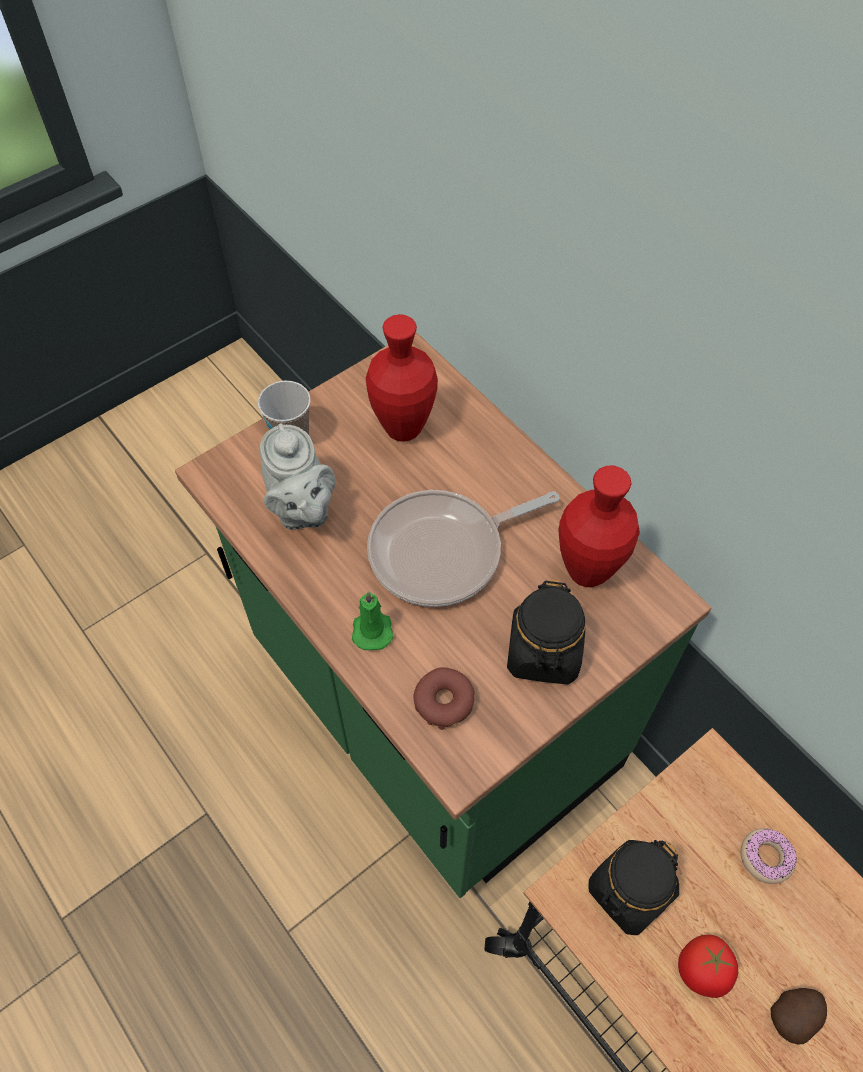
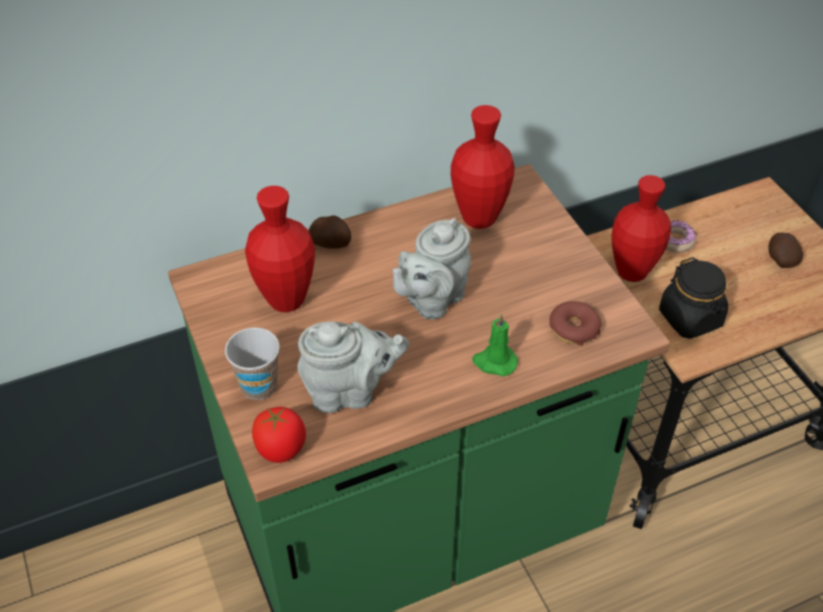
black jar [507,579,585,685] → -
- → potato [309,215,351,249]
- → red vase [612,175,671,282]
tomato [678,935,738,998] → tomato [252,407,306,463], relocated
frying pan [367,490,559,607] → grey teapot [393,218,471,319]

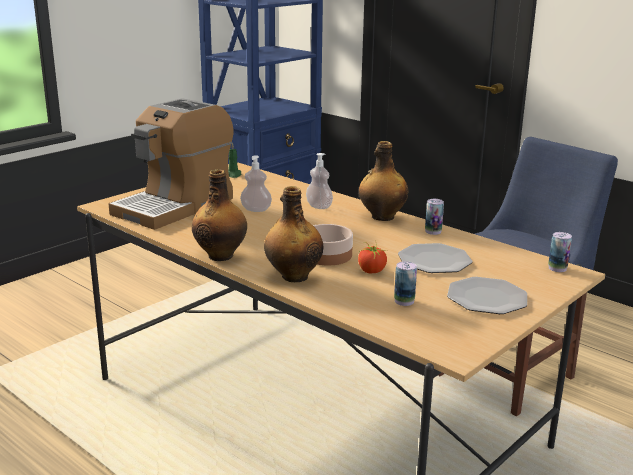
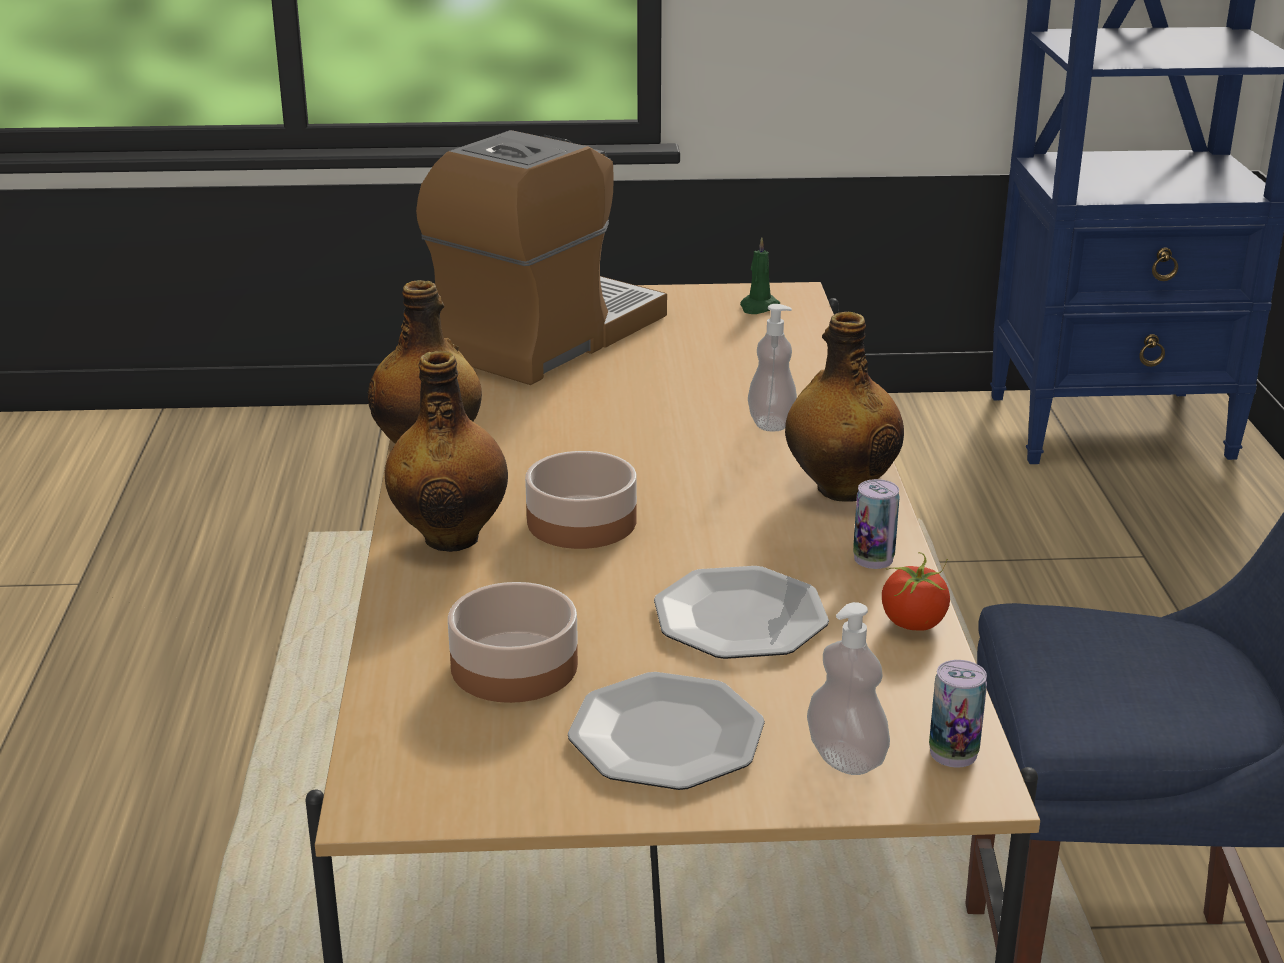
soap dispenser [240,155,272,212] → soap dispenser [807,602,890,775], relocated
tomato [358,241,387,273] → tomato [882,552,950,631], relocated
can [394,261,417,306] → bowl [448,582,578,703]
coffee machine [109,98,233,230] → coffee machine [416,130,667,385], 135 degrees clockwise

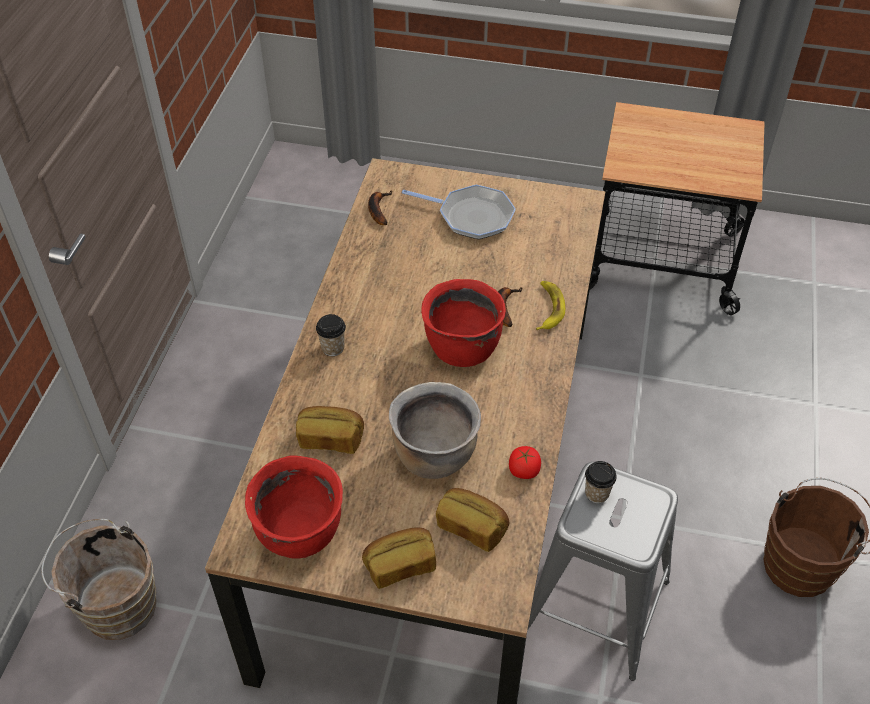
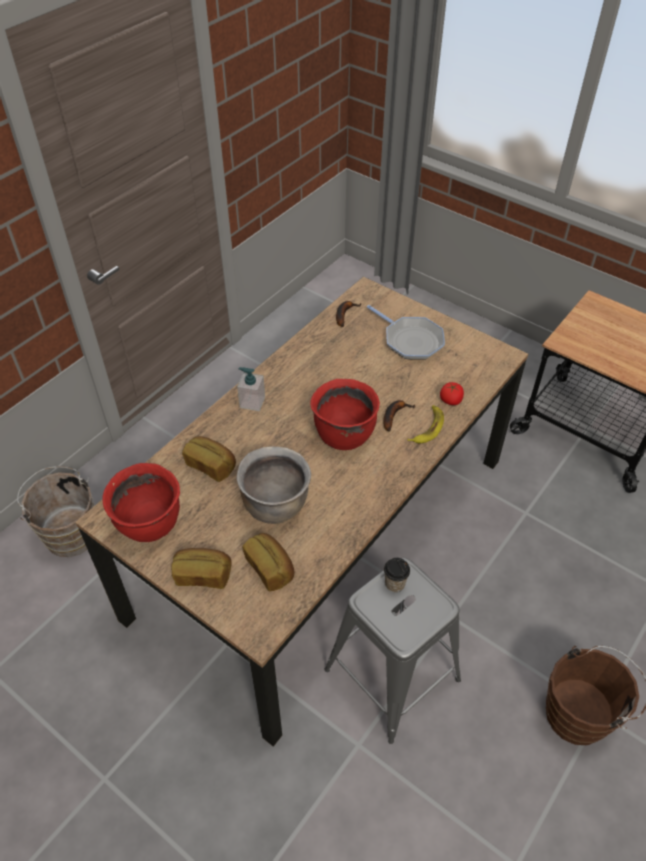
tomato [509,446,541,479] → tomato [440,382,464,405], relocated
cup [316,314,346,356] → soap dispenser [237,367,265,411]

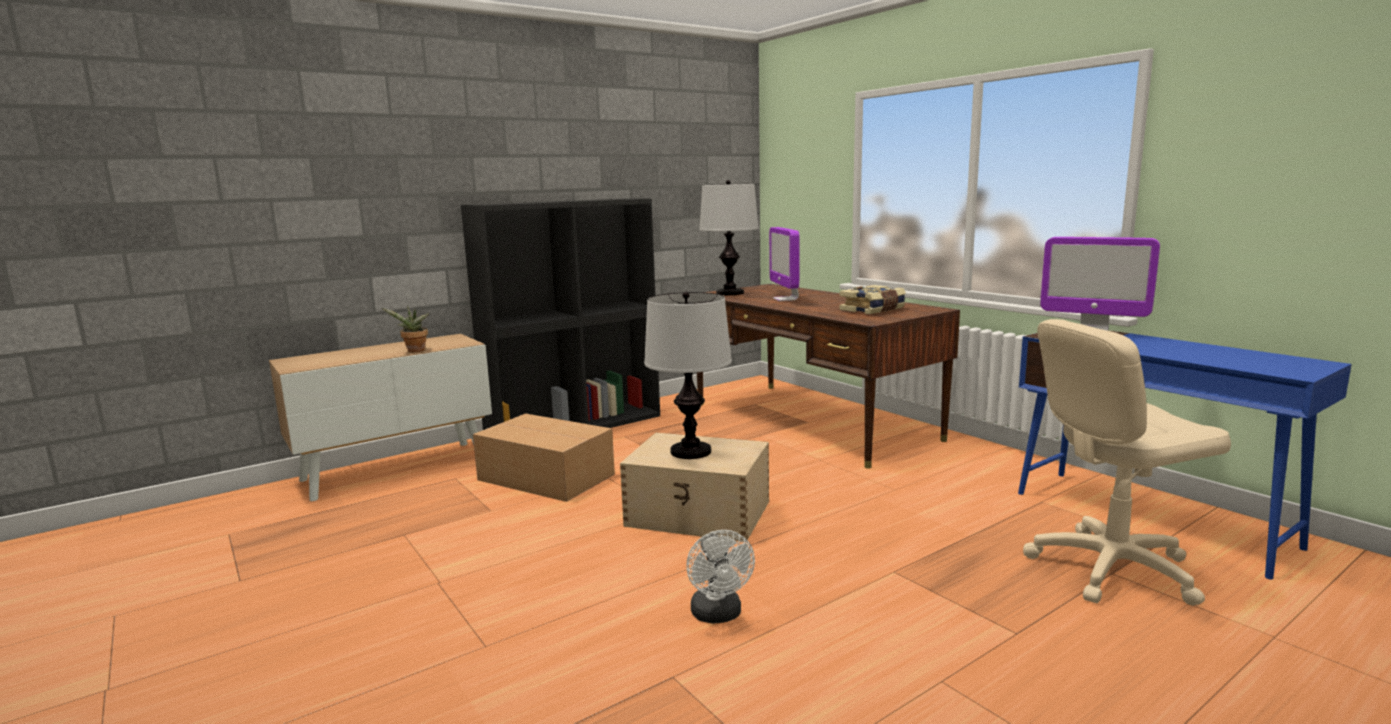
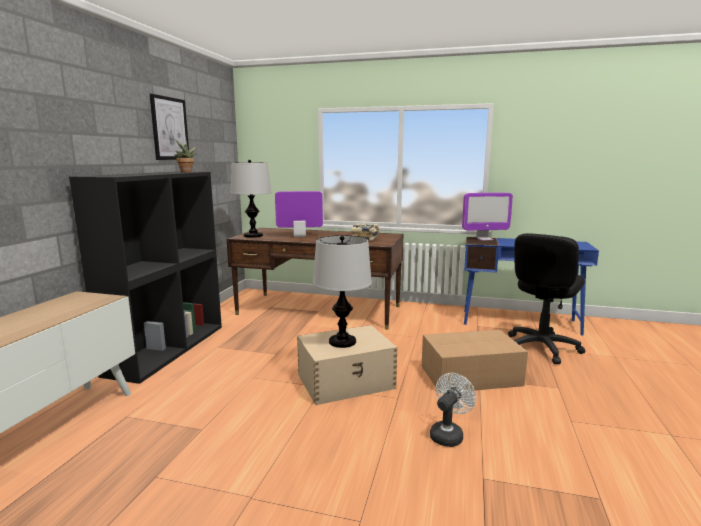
- → picture [150,94,189,160]
potted plant [382,305,429,352] → potted plant [174,140,198,172], relocated
cardboard box [473,413,615,502] → cardboard box [422,330,528,393], relocated
beige office chair [1023,319,1231,606] → black office chair [508,233,585,364]
white fan [686,530,755,624] → white fan [430,373,476,447], 90 degrees counterclockwise
monitor [769,227,800,301] → monitor [275,191,323,237], 135 degrees clockwise

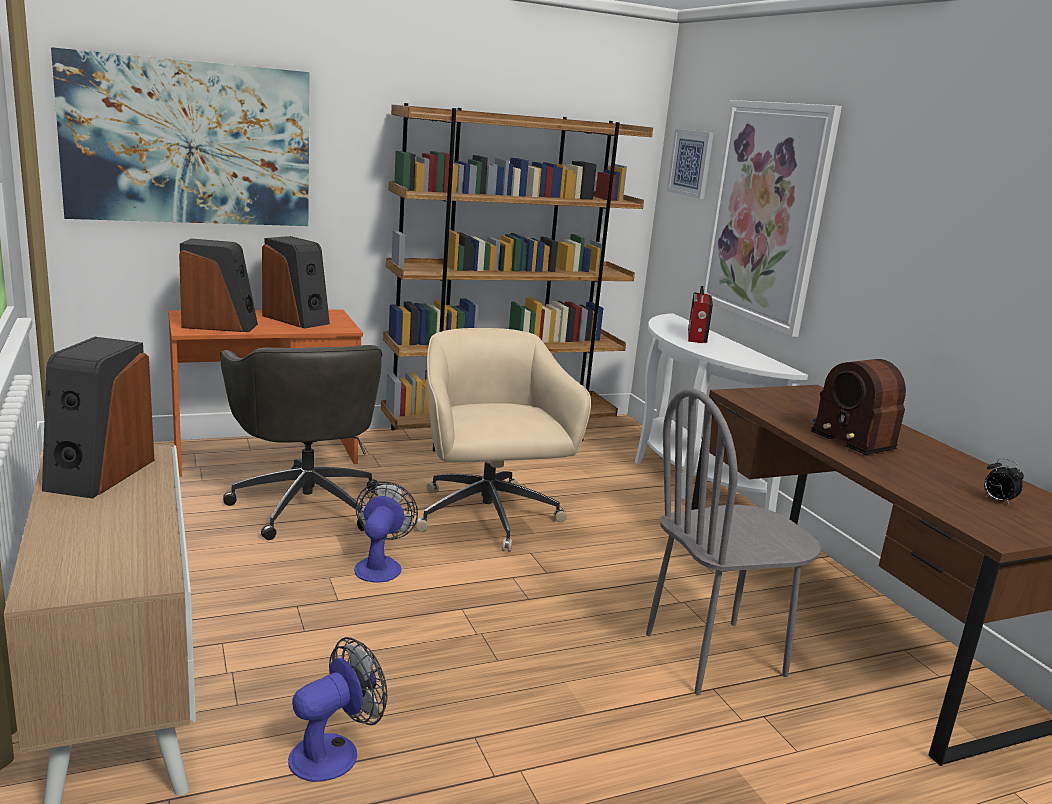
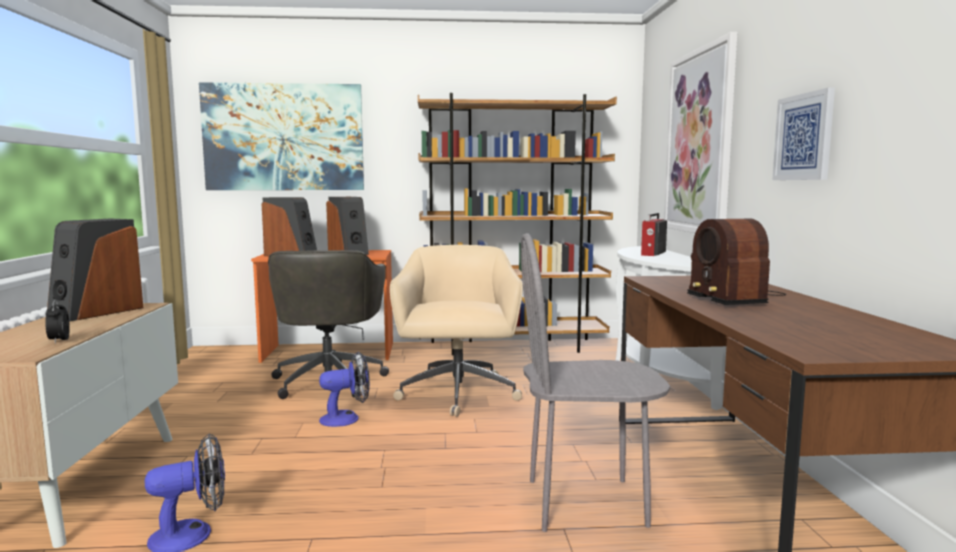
picture [667,129,714,199] → picture [772,88,835,180], relocated
alarm clock [984,458,1024,506] → alarm clock [45,300,70,344], relocated
fan [354,481,418,583] → fan [319,352,370,427], 45 degrees clockwise

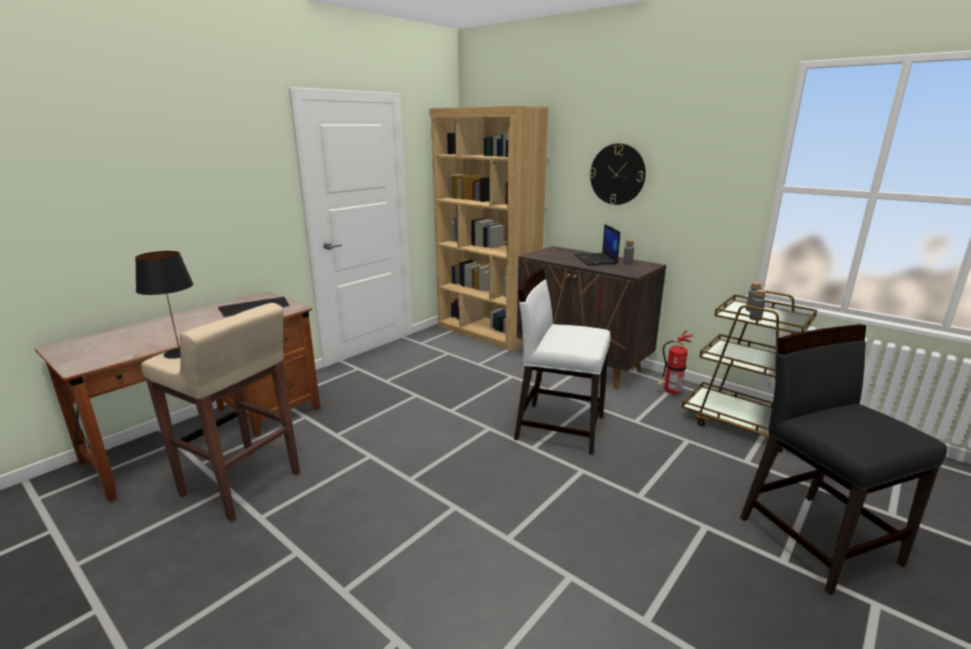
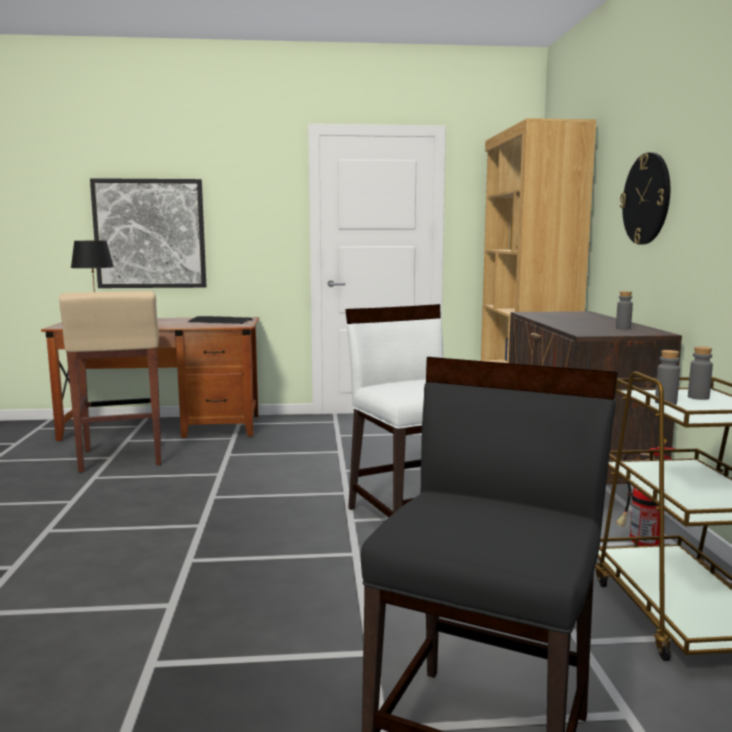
laptop [574,224,620,265] → -
- → picture [90,178,206,288]

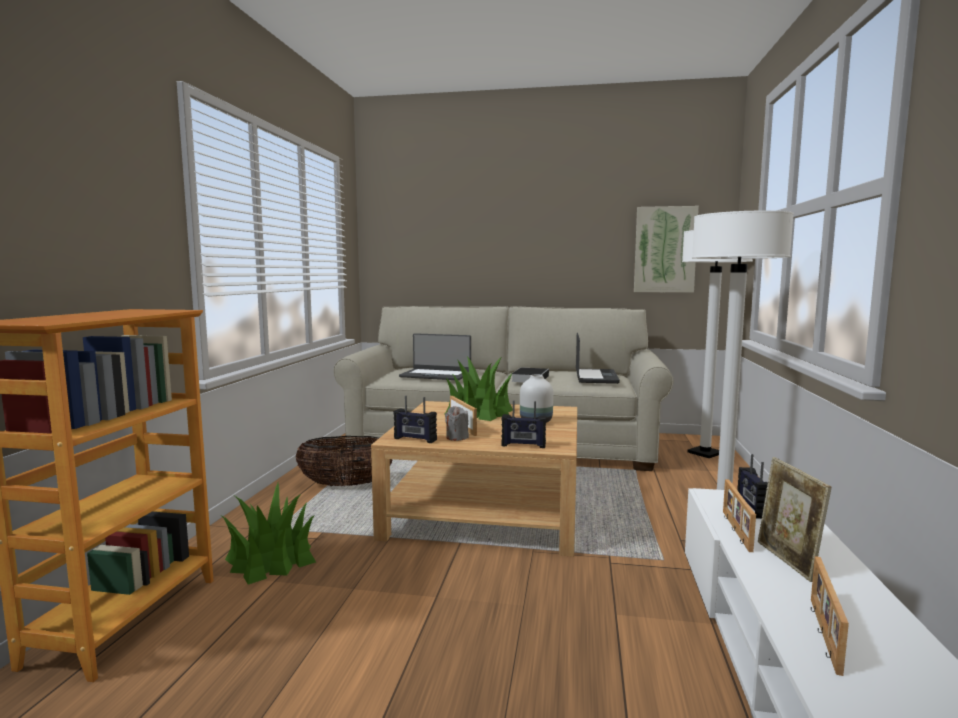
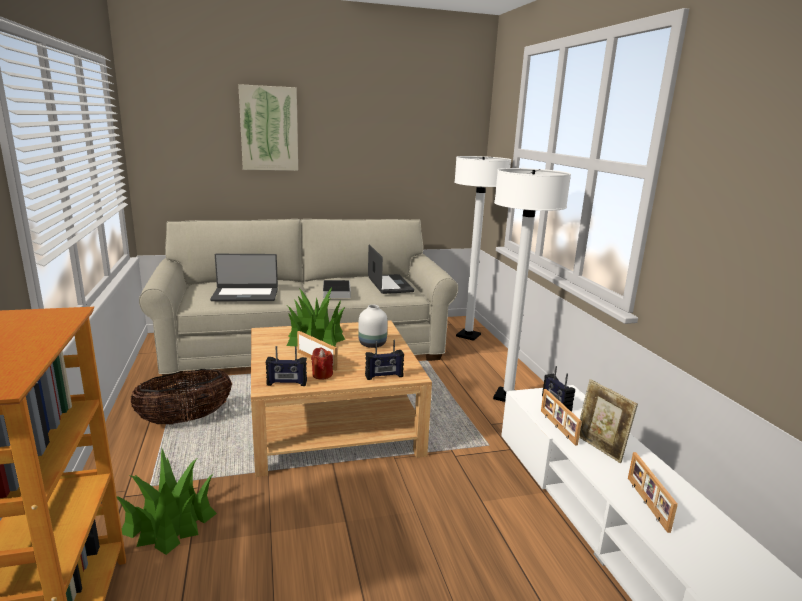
picture [634,206,699,293] → picture [238,84,298,171], relocated
grey candle [445,406,469,441] → red candle [311,348,333,380]

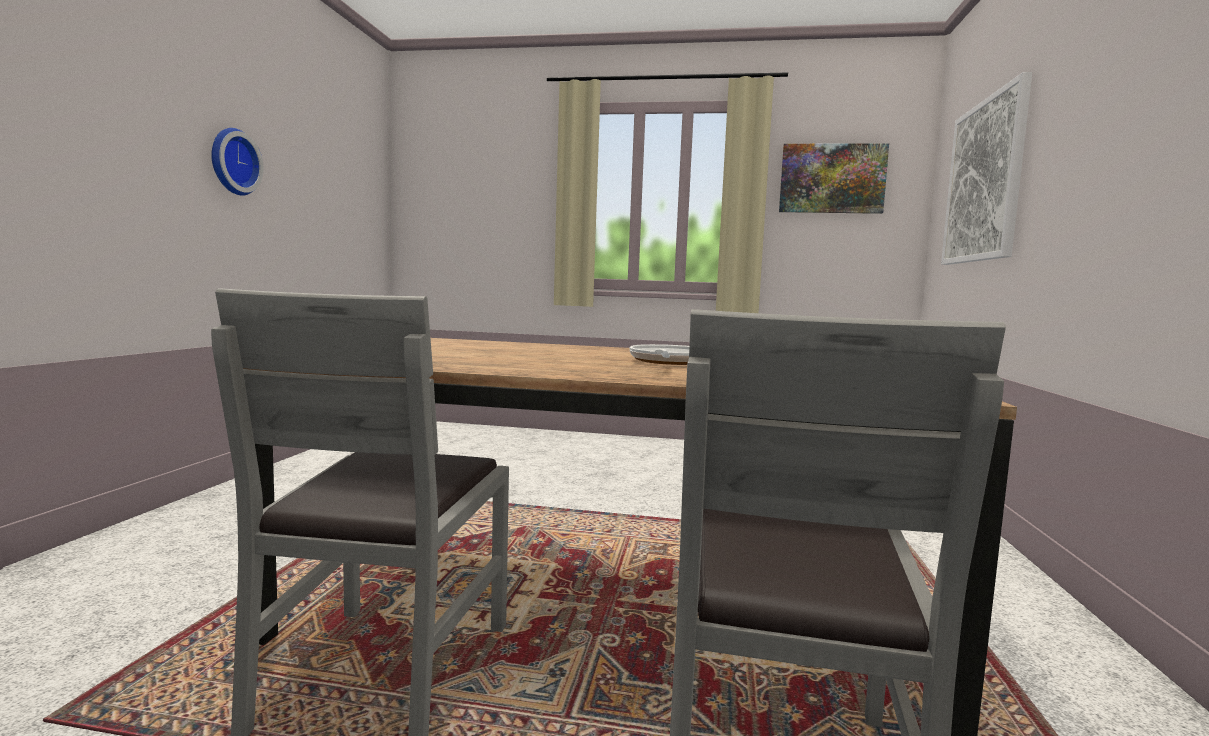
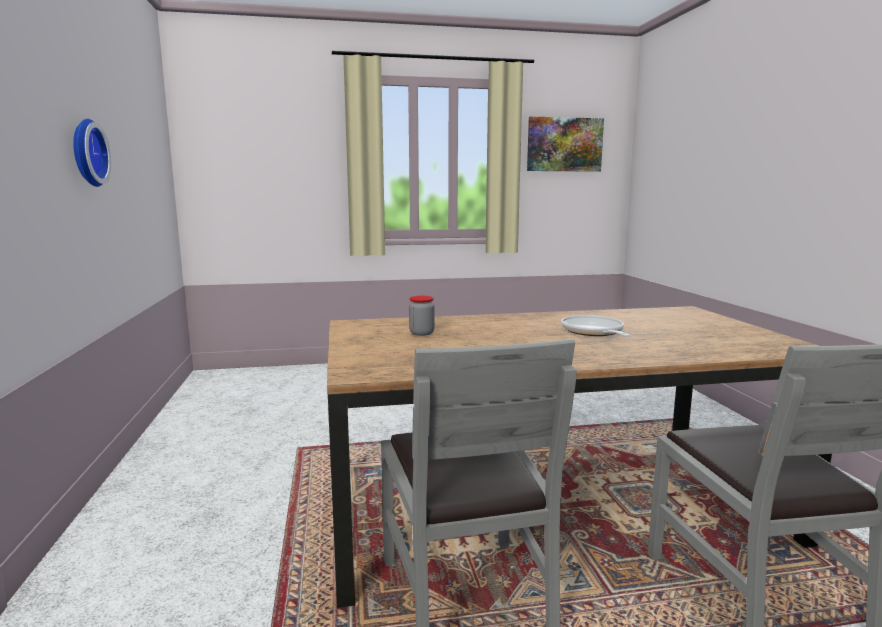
picture [941,72,1032,265] → -
- → jar [409,296,435,336]

